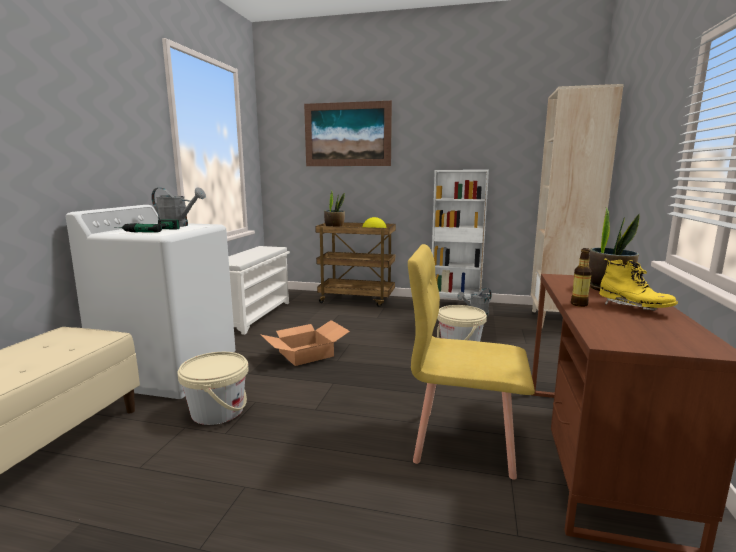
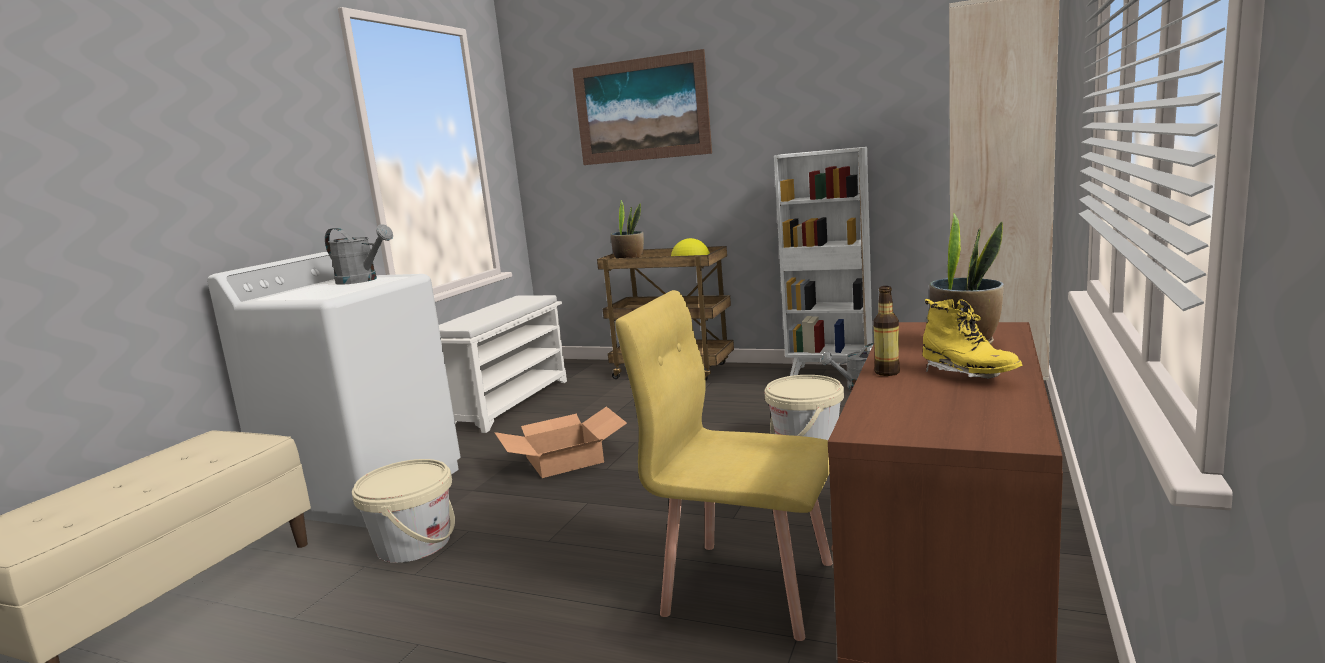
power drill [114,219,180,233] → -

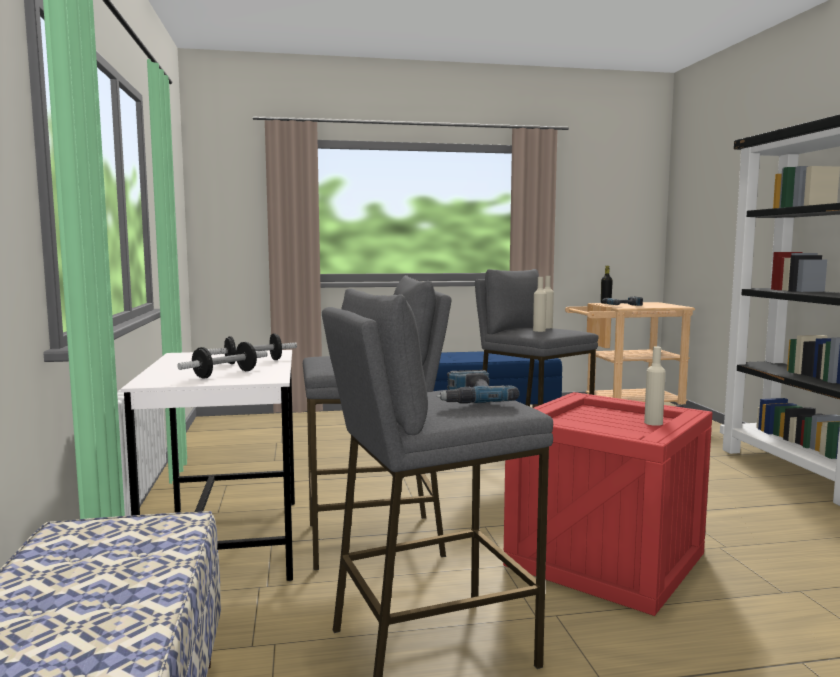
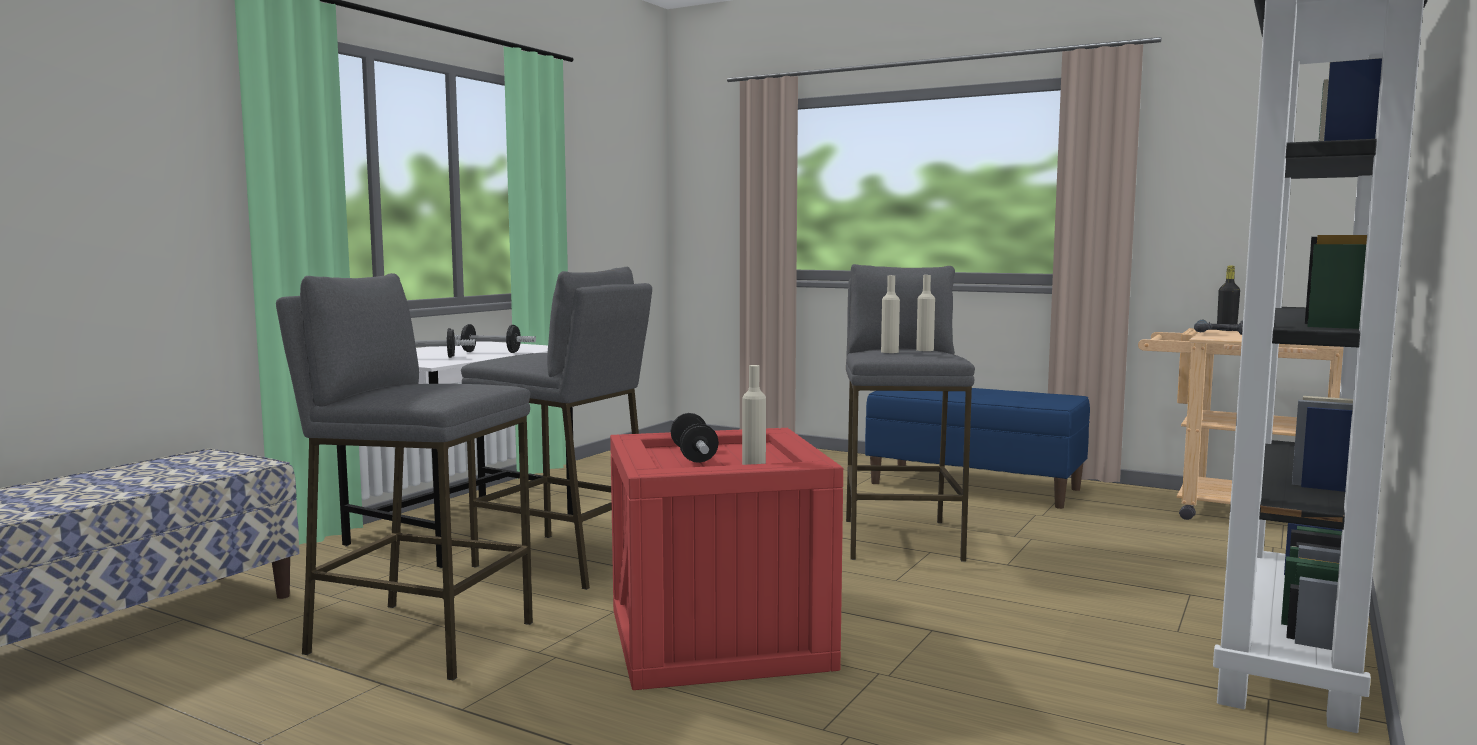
power drill [437,370,520,404] → -
- → dumbbell [670,413,719,463]

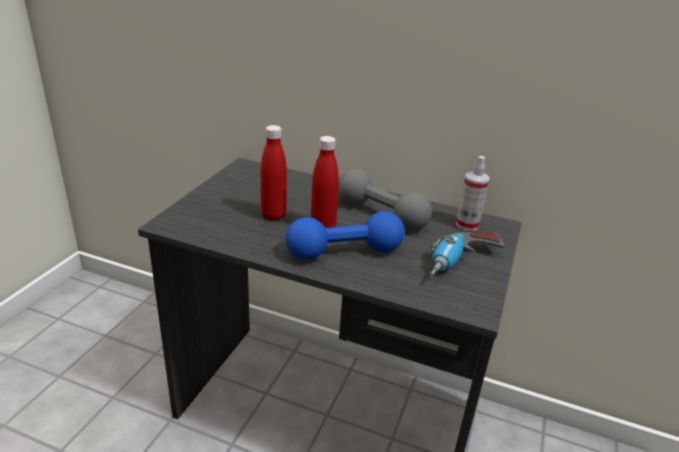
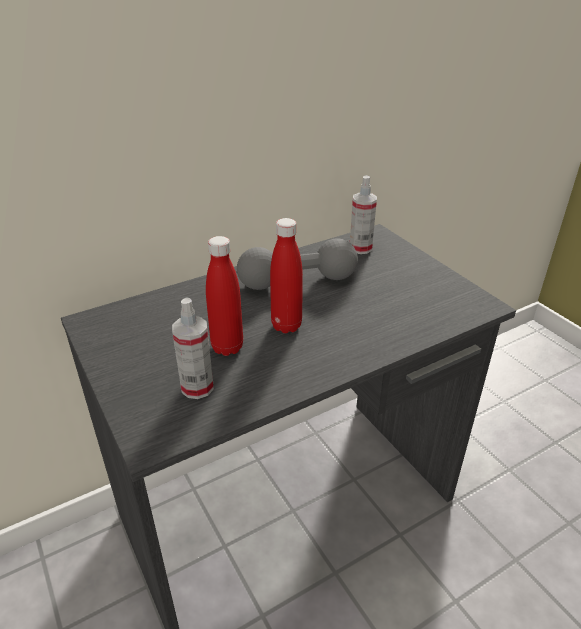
blue dumbbell [285,211,405,260] → -
power drill [430,232,504,277] → -
- → spray bottle [172,297,214,399]

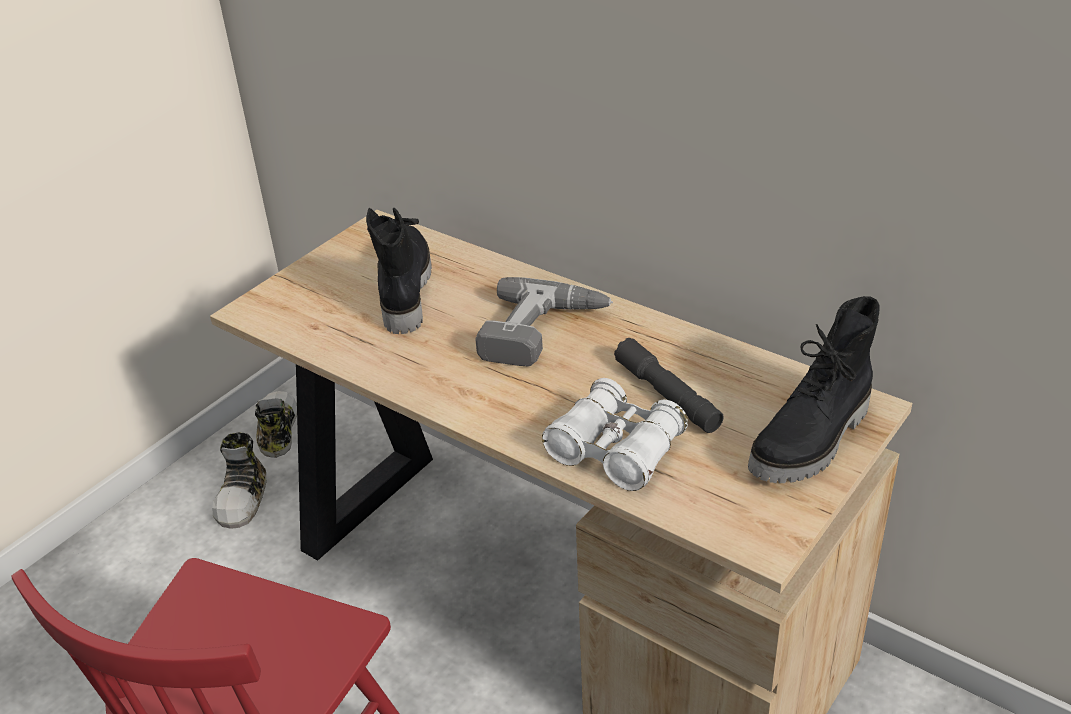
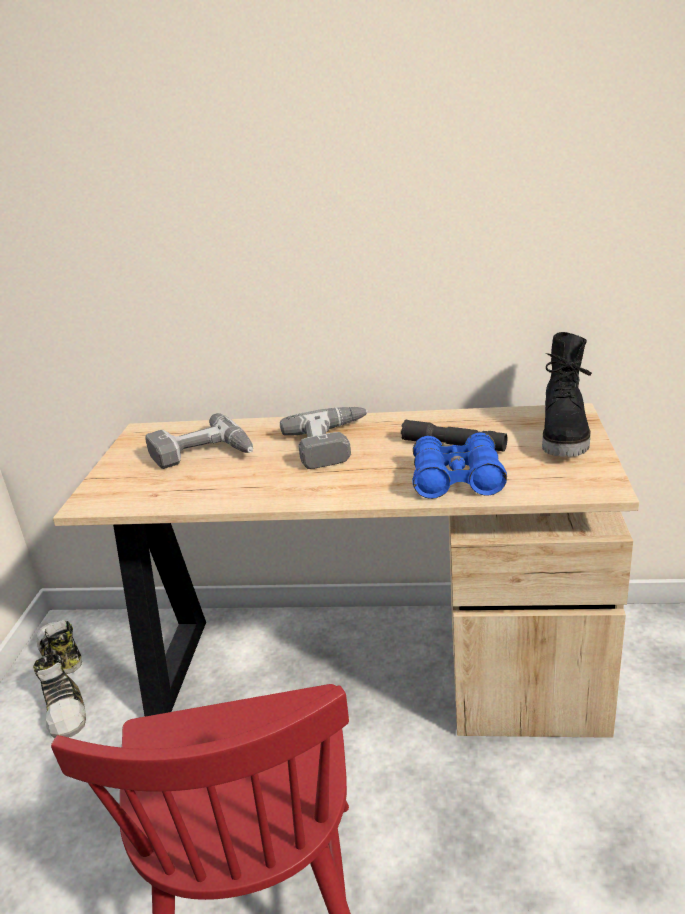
black boot [366,208,432,334] → power drill [146,413,253,469]
white binoculars [542,378,688,491] → blue binoculars [412,433,507,499]

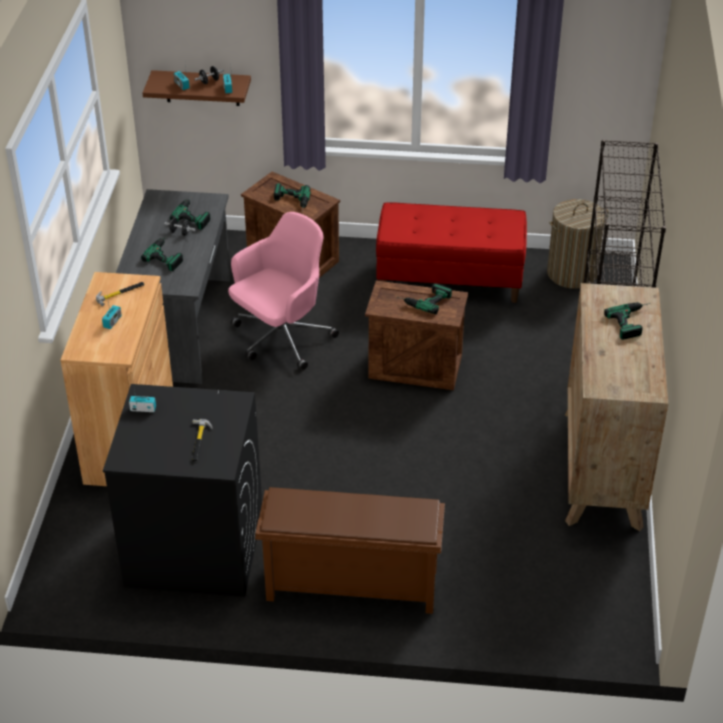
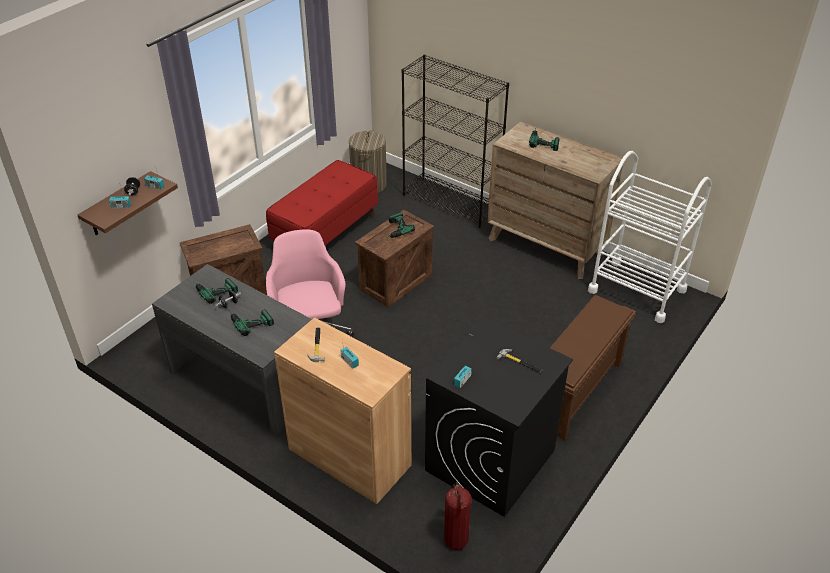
power drill [274,183,311,211] → -
- → fire extinguisher [444,482,472,550]
- → white cart [588,151,712,323]

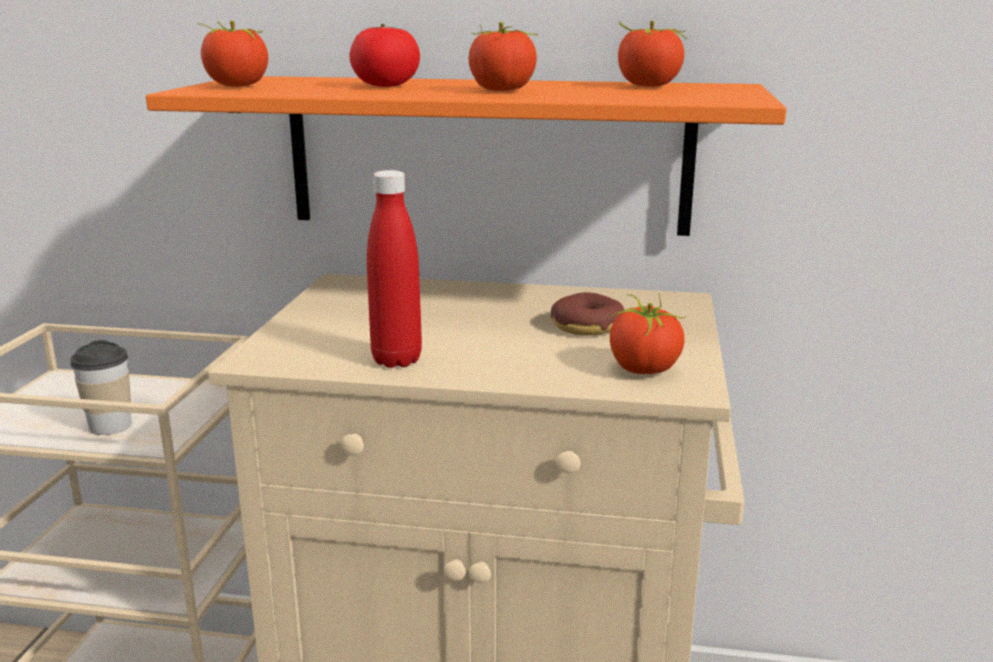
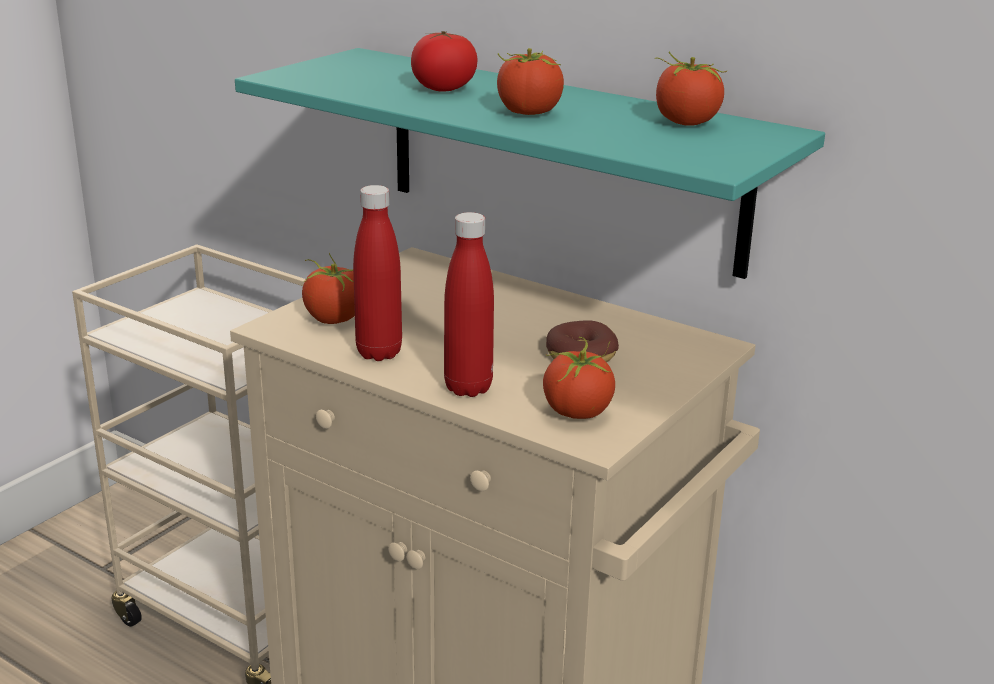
cup [70,340,132,435] → -
- → red bottle [444,212,494,397]
tomato [197,21,268,87] → tomato [302,253,355,324], relocated
orange shelf [146,76,787,236] → turquoise shelf [235,48,825,279]

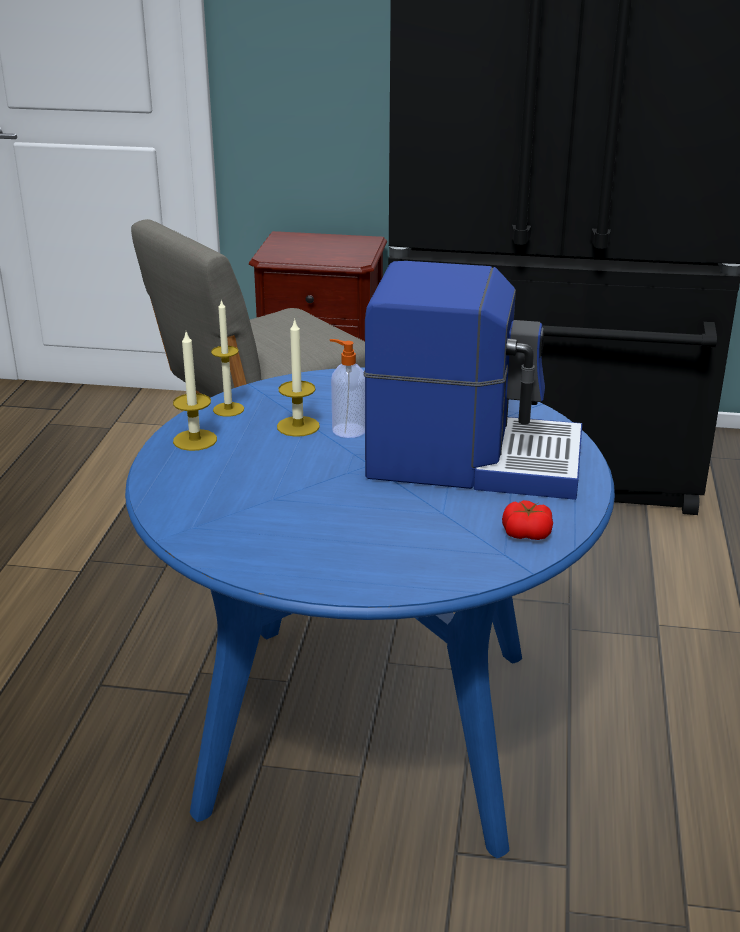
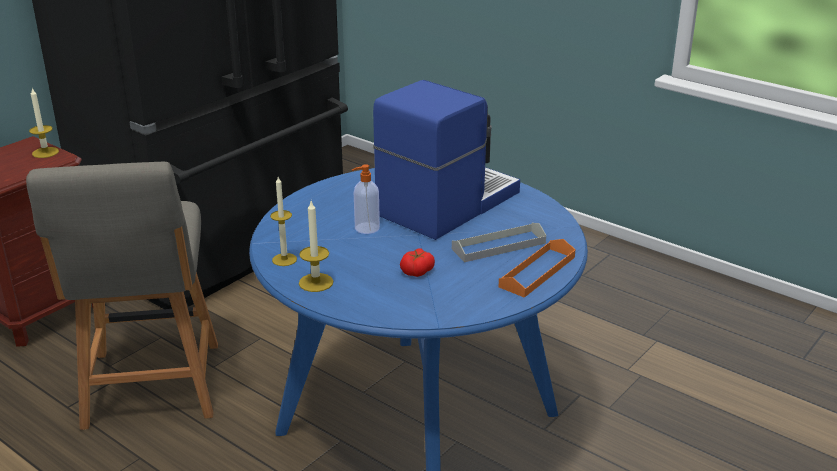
- → grey tray [452,223,546,262]
- → orange tray [499,239,576,298]
candle [277,318,320,437] → candle [29,88,59,158], relocated
tomato [502,500,553,540] → tomato [400,248,435,277], relocated

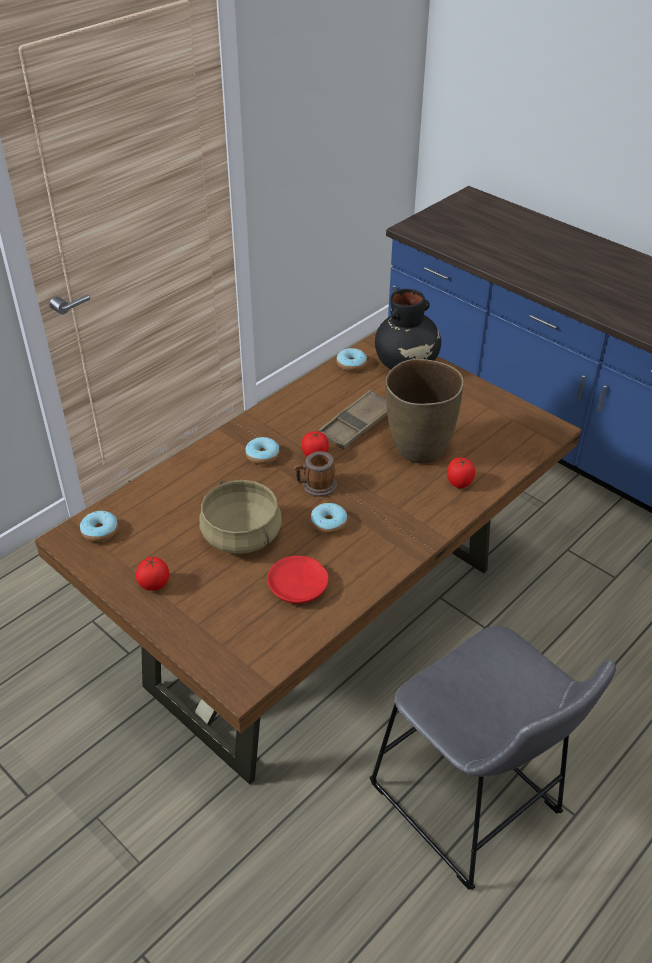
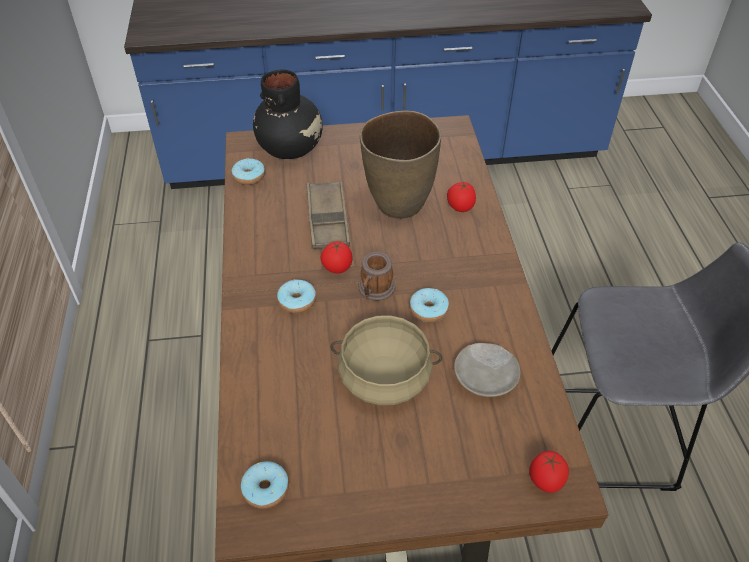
tomato [136,557,169,591] → tomato [529,451,569,493], relocated
red plate [267,556,329,604] → beige plate [454,343,520,397]

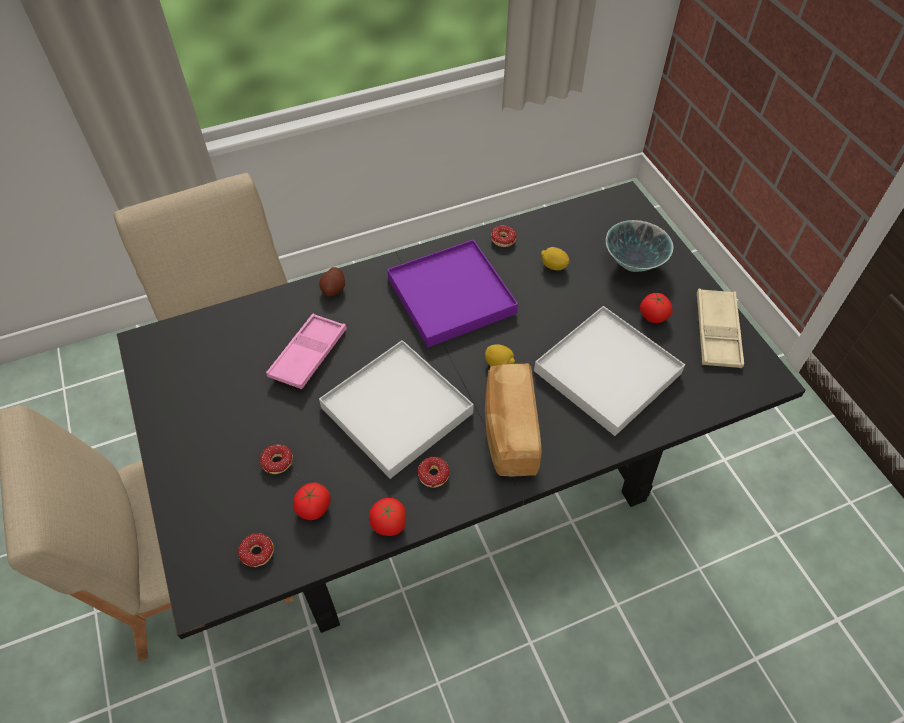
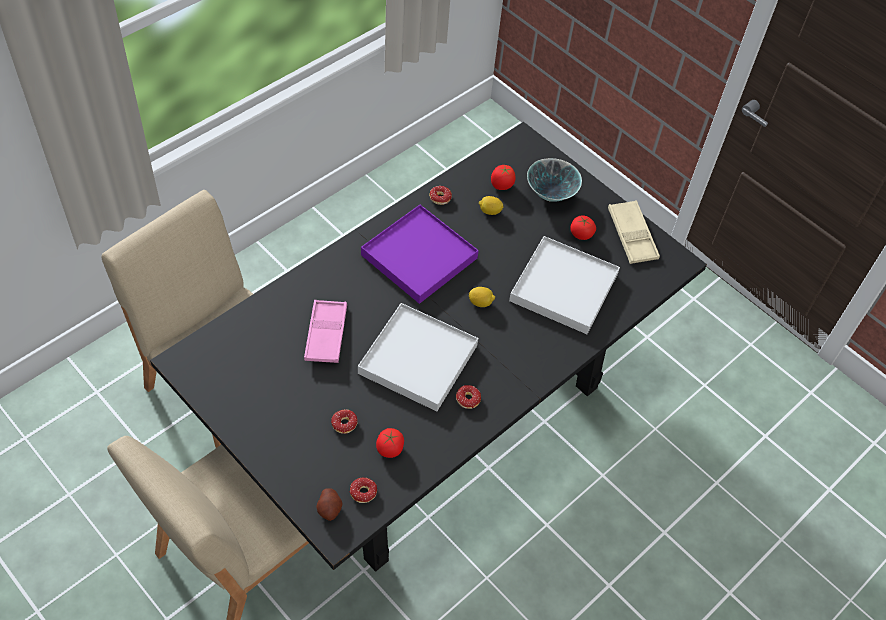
bread [485,363,541,476] → -
potato [319,267,345,297] → potato [316,488,342,521], relocated
tomato [369,498,406,536] → tomato [491,165,516,190], relocated

